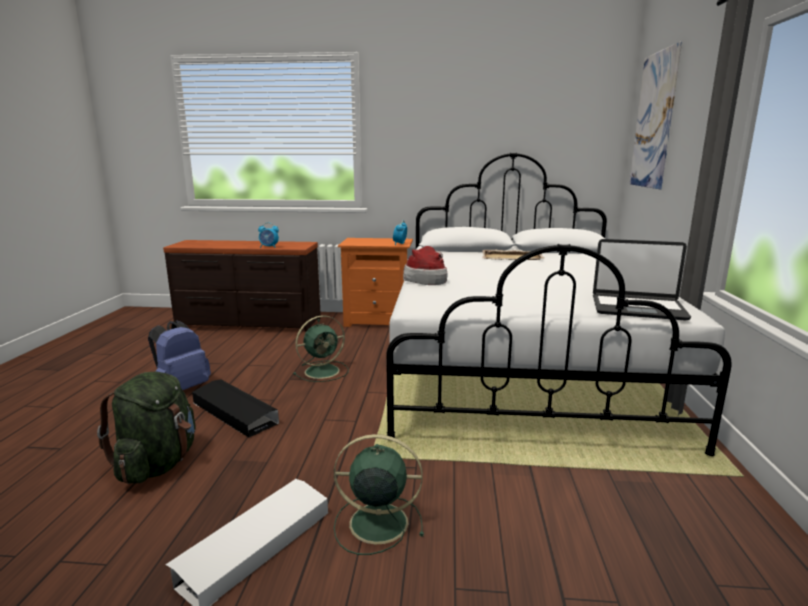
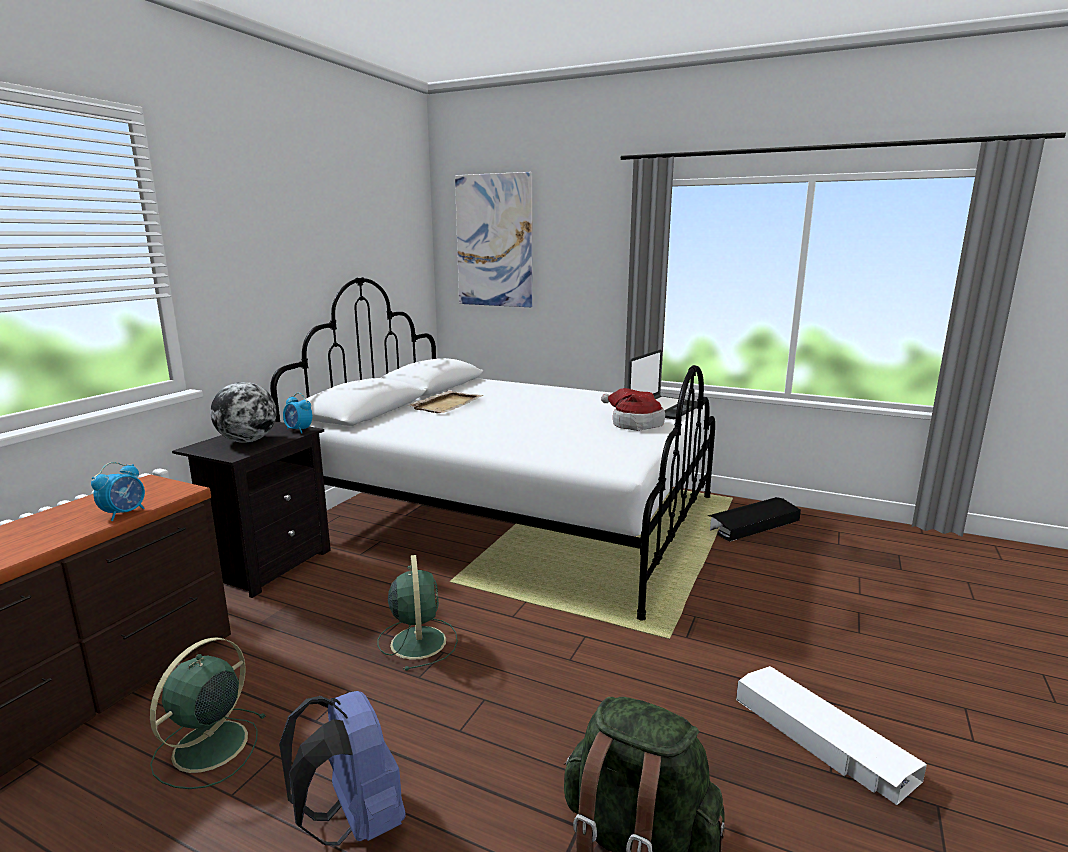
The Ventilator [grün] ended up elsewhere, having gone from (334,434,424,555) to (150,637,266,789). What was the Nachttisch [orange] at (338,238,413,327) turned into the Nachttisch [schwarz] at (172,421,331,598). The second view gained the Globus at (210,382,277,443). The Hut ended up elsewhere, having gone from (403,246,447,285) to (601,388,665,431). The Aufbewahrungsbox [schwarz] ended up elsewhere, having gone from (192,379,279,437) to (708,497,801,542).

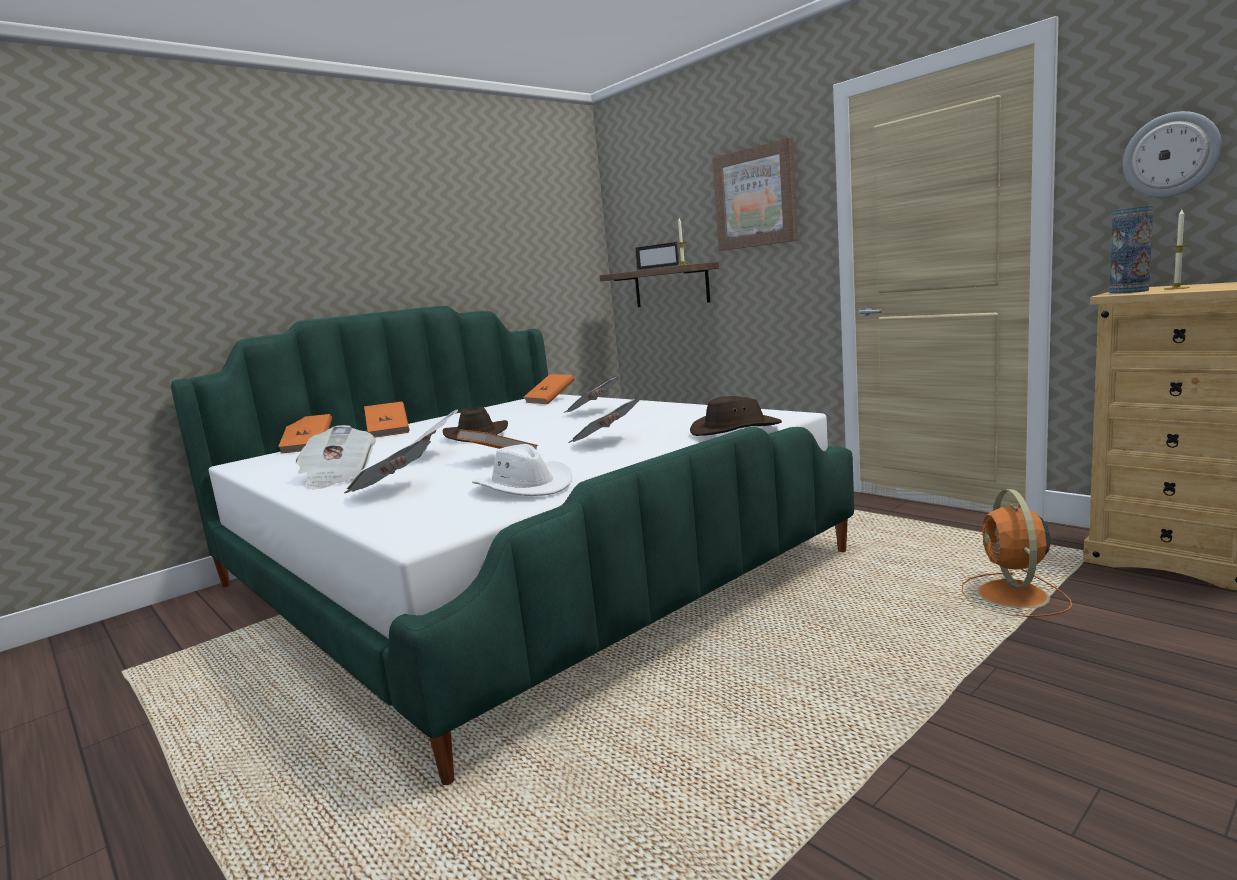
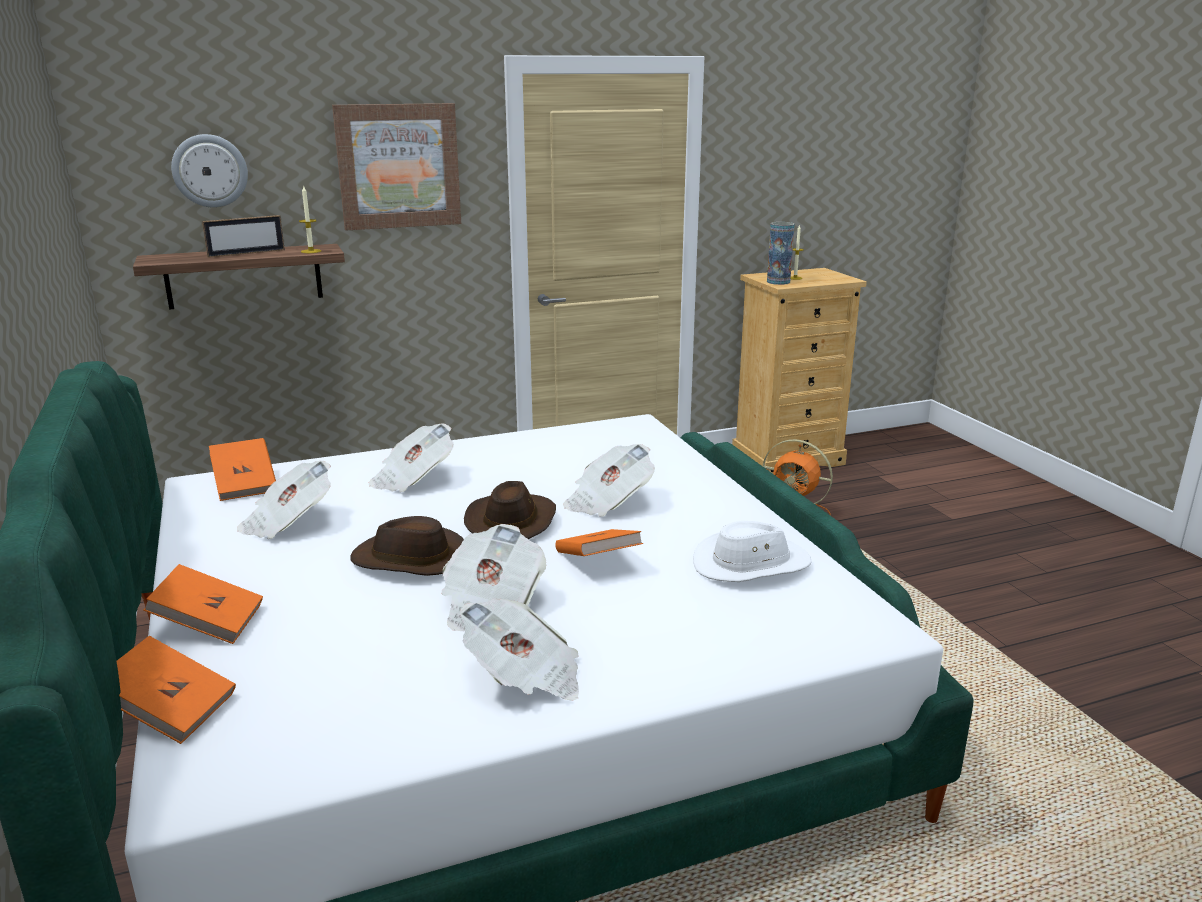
The Wanduhr ended up elsewhere, having gone from (1123,111,1222,197) to (171,134,248,208). The Zeitung ended up elsewhere, having gone from (344,440,431,493) to (237,461,331,539). The Hut [braun] ended up elsewhere, having gone from (690,396,782,436) to (464,481,556,539).

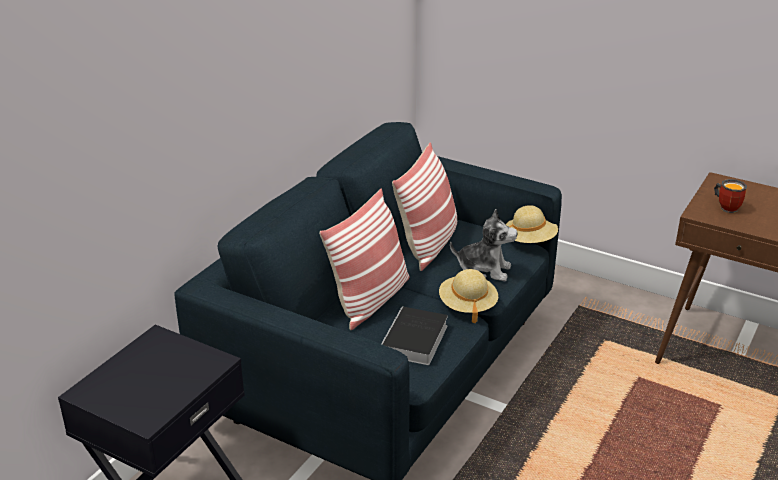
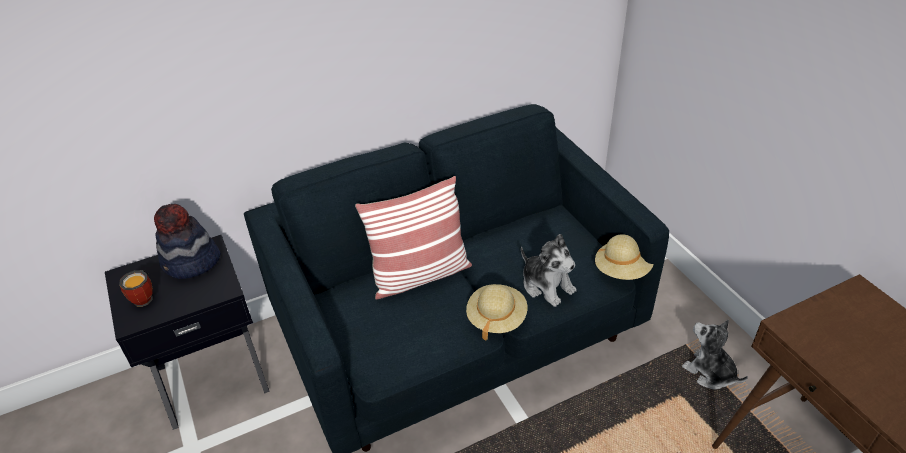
The Henkelbecher ended up elsewhere, having gone from (714,179,747,213) to (119,270,153,307). The second view gained the Hut at (154,204,221,279). The second view gained the Plüschtier at (682,320,748,390). The second view lost the Buch at (381,306,448,365). The second view lost the Kissen at (392,142,457,271).

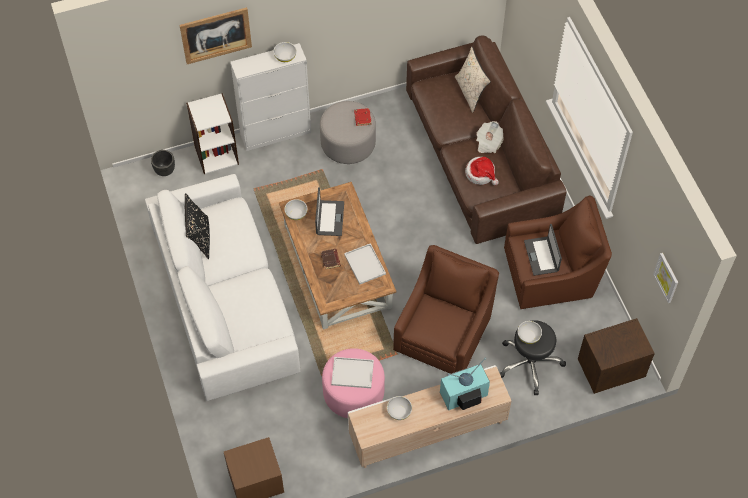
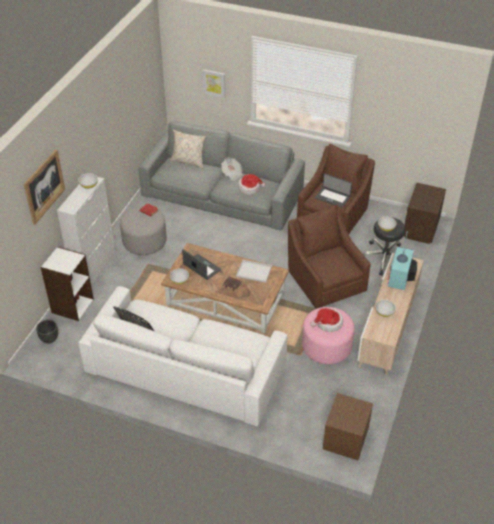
What was the Sofa [braun] at (406,35,566,244) turned into the Sofa [grau] at (138,121,305,230). The Bild ended up elsewhere, having gone from (653,253,678,303) to (202,69,225,98). Where the Tablett [weiß] stood at (331,357,374,388), the Hut came to stand at (310,308,343,332).

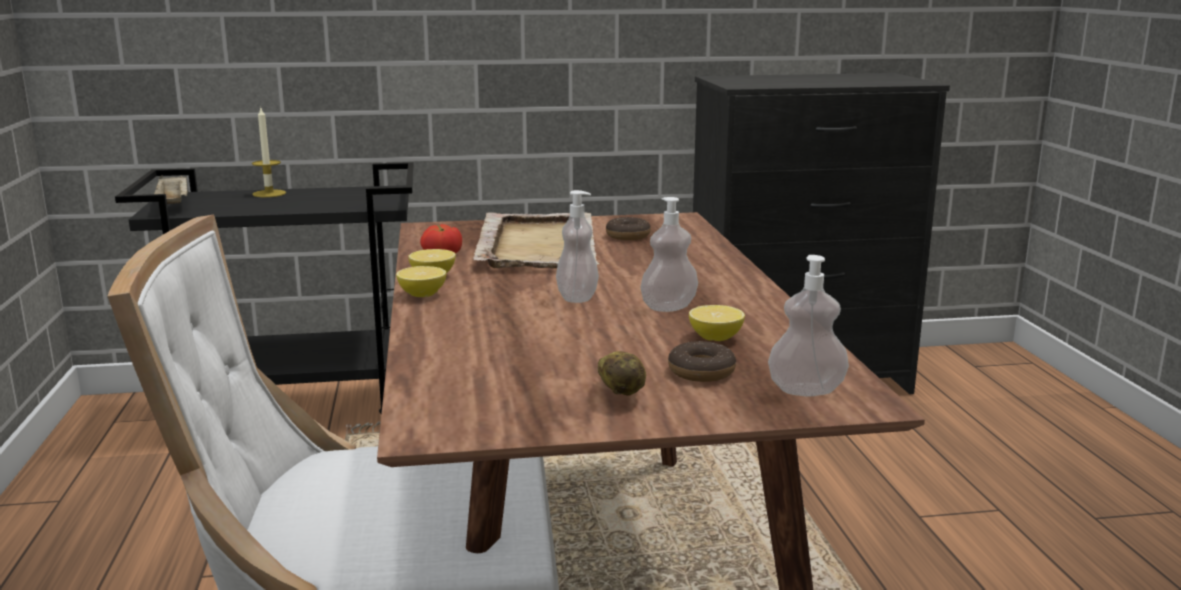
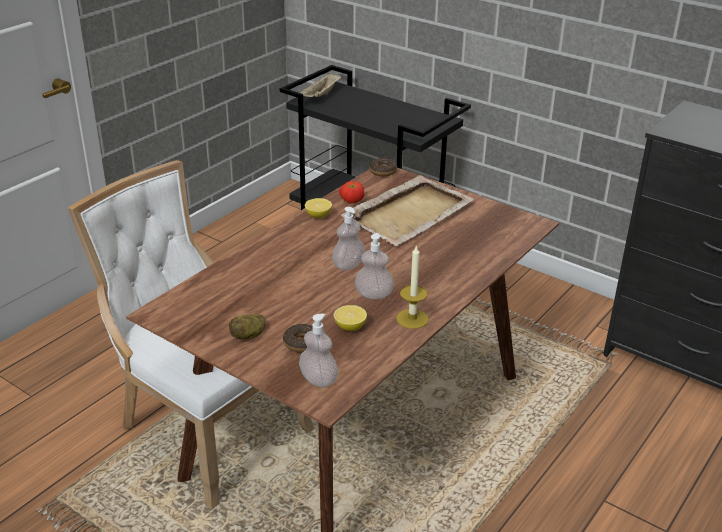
The Donut ended up elsewhere, having gone from (606,217,651,240) to (369,158,397,176). The Kerze ended up elsewhere, having gone from (252,108,286,197) to (396,245,429,329). The second view lost the Zitrone at (396,266,446,297).

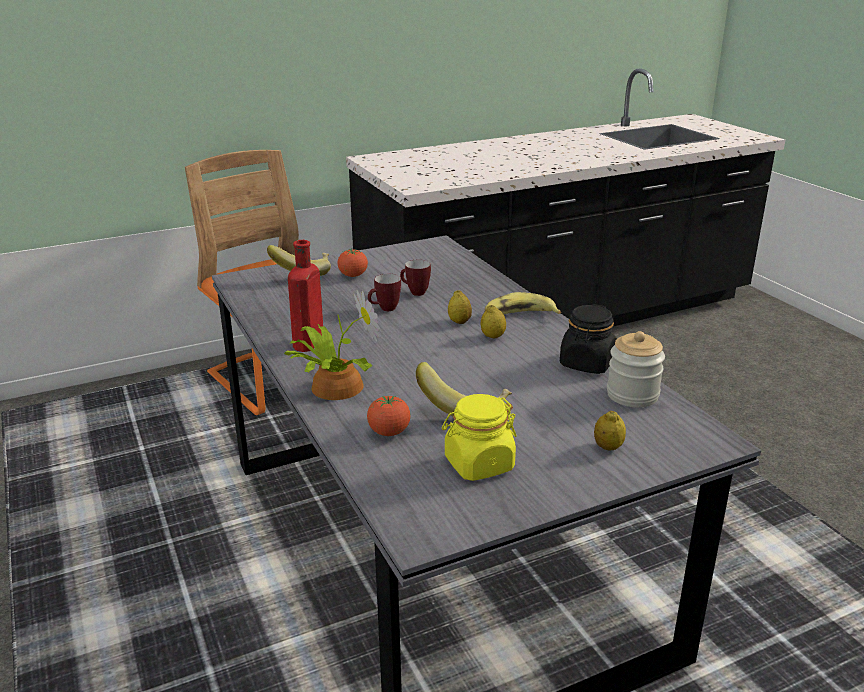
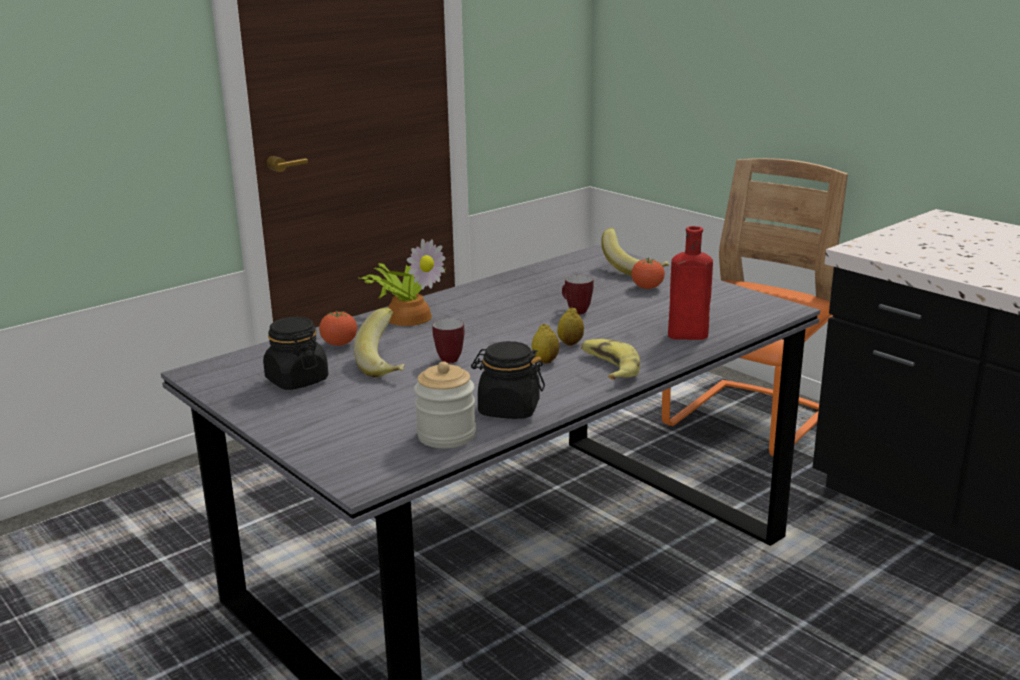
What was the Vorratsglas [gelb] at (442,394,517,481) turned into the Vorratsglas [schwarz] at (263,317,328,390). The Henkelbecher ended up elsewhere, having gone from (400,260,431,296) to (432,319,465,363). The Flasche [rot] ended up elsewhere, having gone from (288,240,323,352) to (668,226,713,340). The second view lost the Zitrone at (594,411,626,450).

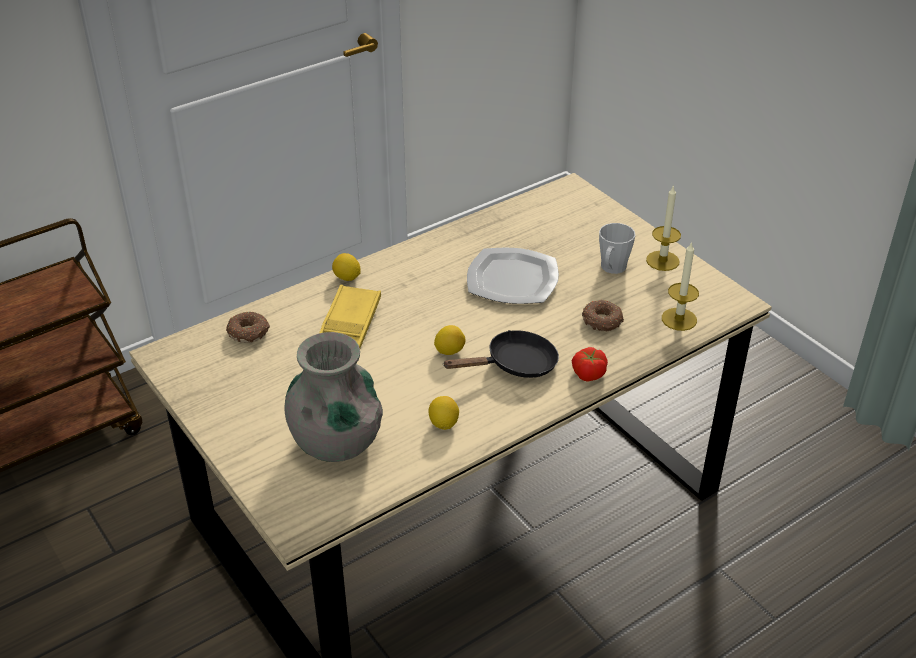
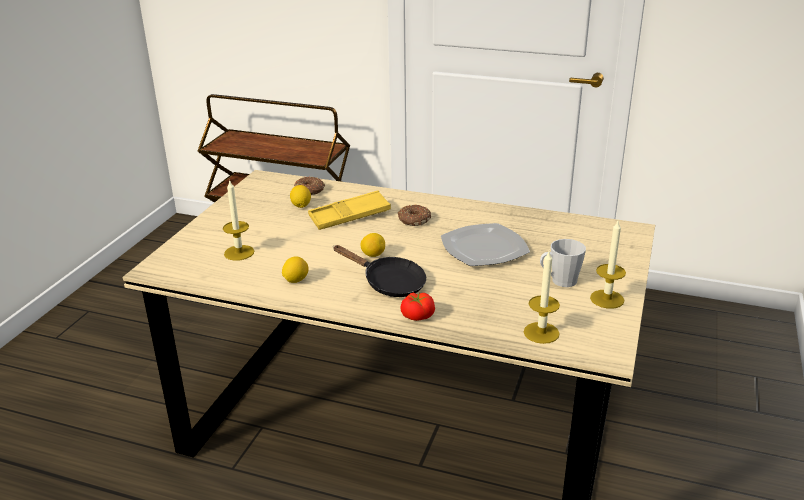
Where the Vase [grau] stood at (284,332,383,462), the Kerze came to stand at (223,179,254,261). The Zitrone ended up elsewhere, having gone from (332,253,361,281) to (290,185,311,208). The Donut ended up elsewhere, having gone from (582,300,624,331) to (398,204,431,226).

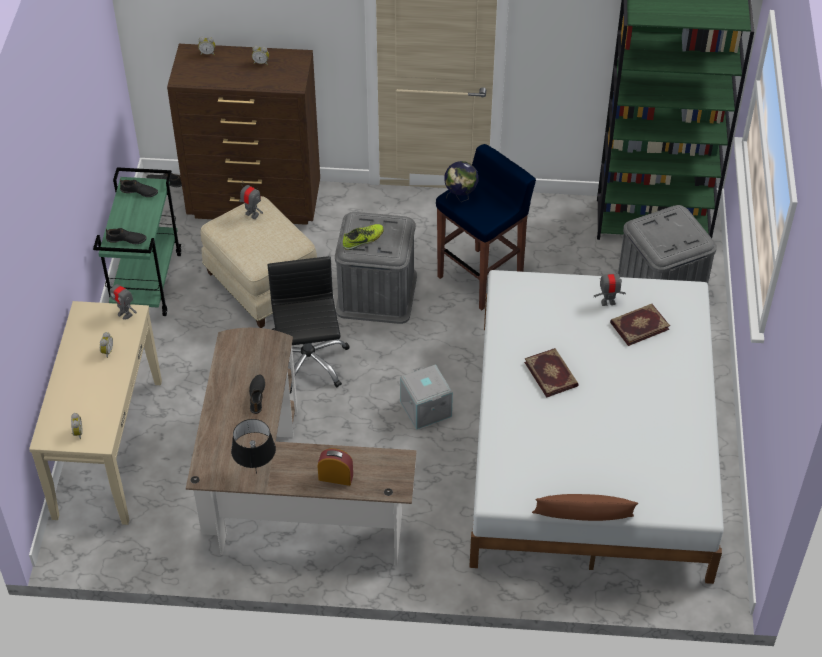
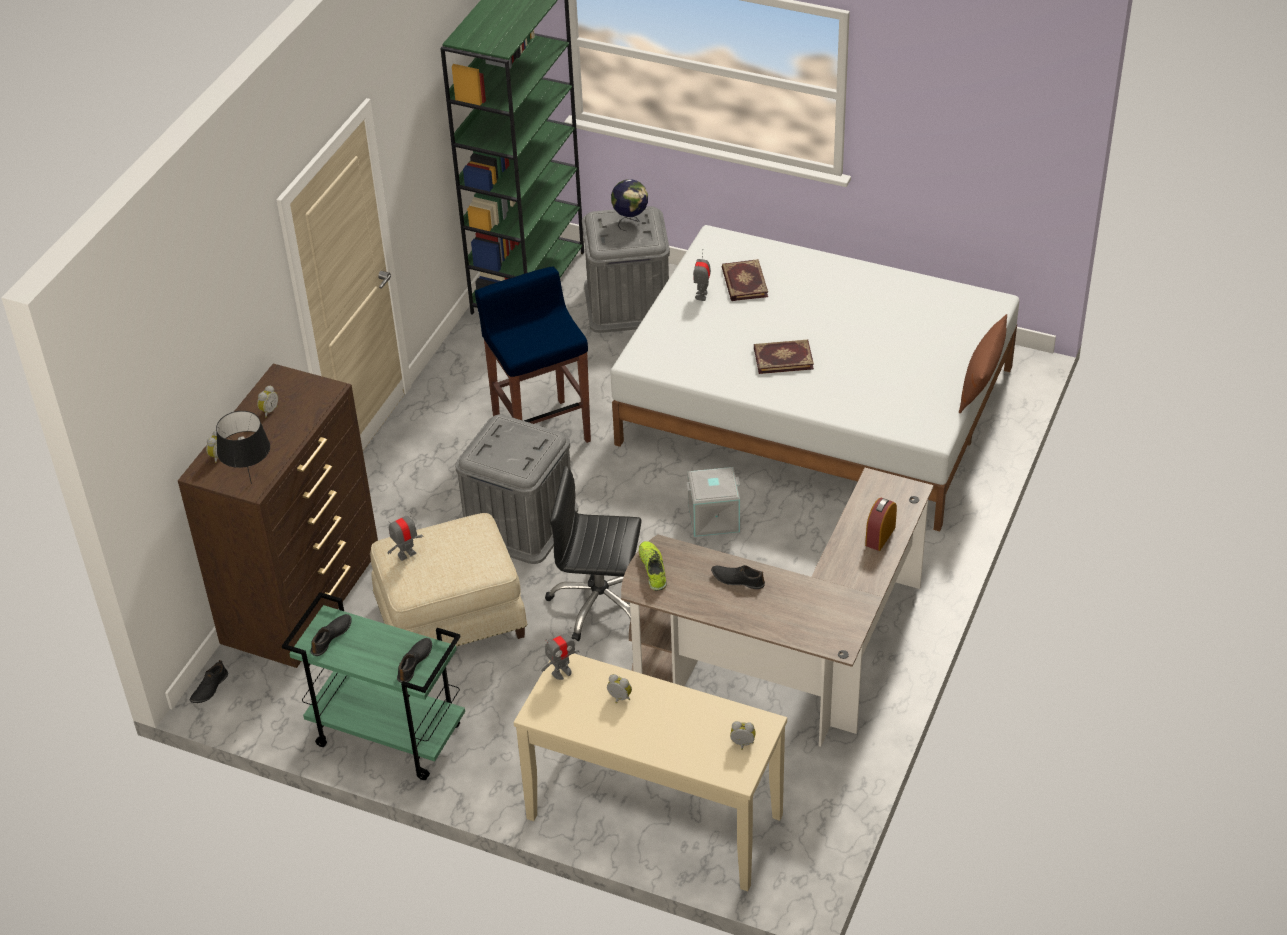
The Tischlampe [schwarz] ended up elsewhere, having gone from (231,419,276,474) to (216,411,270,484). The Globus ended up elsewhere, having gone from (444,161,478,202) to (611,179,648,231). The Schuh ended up elsewhere, having gone from (343,224,384,250) to (639,541,667,591).

